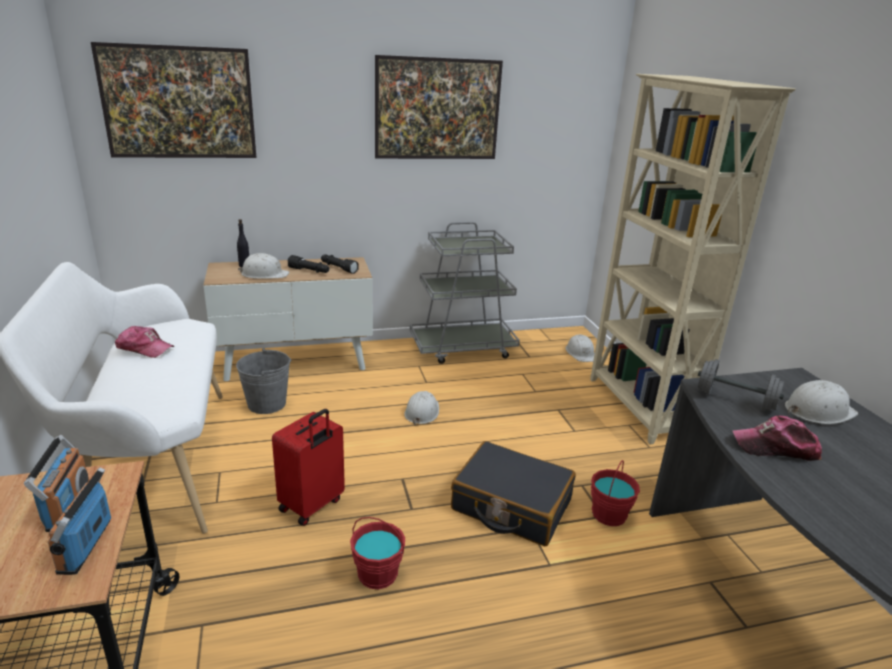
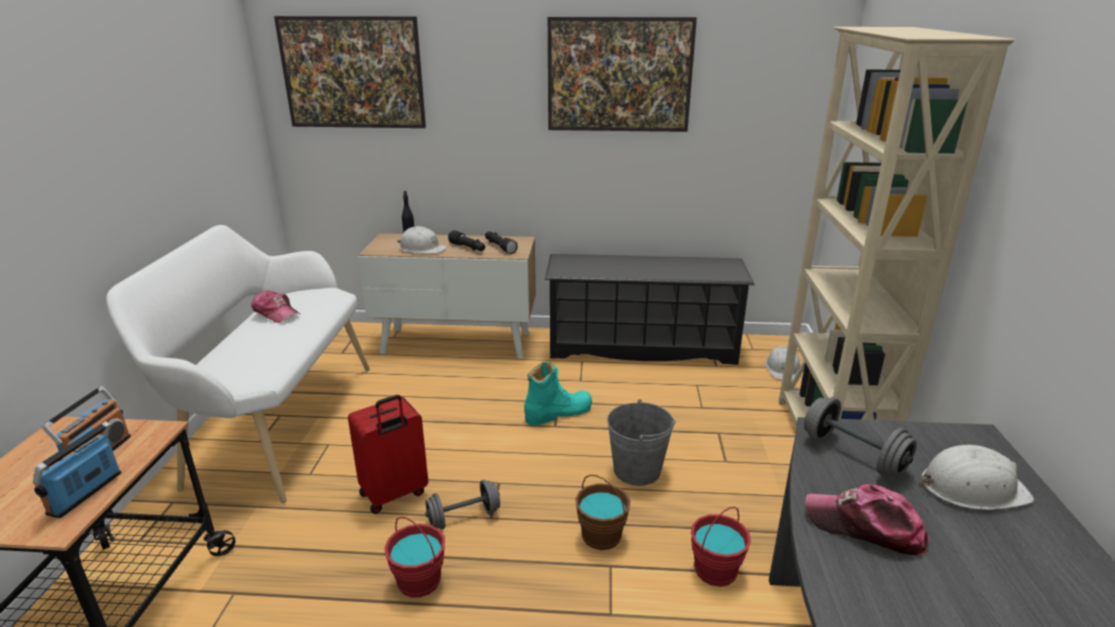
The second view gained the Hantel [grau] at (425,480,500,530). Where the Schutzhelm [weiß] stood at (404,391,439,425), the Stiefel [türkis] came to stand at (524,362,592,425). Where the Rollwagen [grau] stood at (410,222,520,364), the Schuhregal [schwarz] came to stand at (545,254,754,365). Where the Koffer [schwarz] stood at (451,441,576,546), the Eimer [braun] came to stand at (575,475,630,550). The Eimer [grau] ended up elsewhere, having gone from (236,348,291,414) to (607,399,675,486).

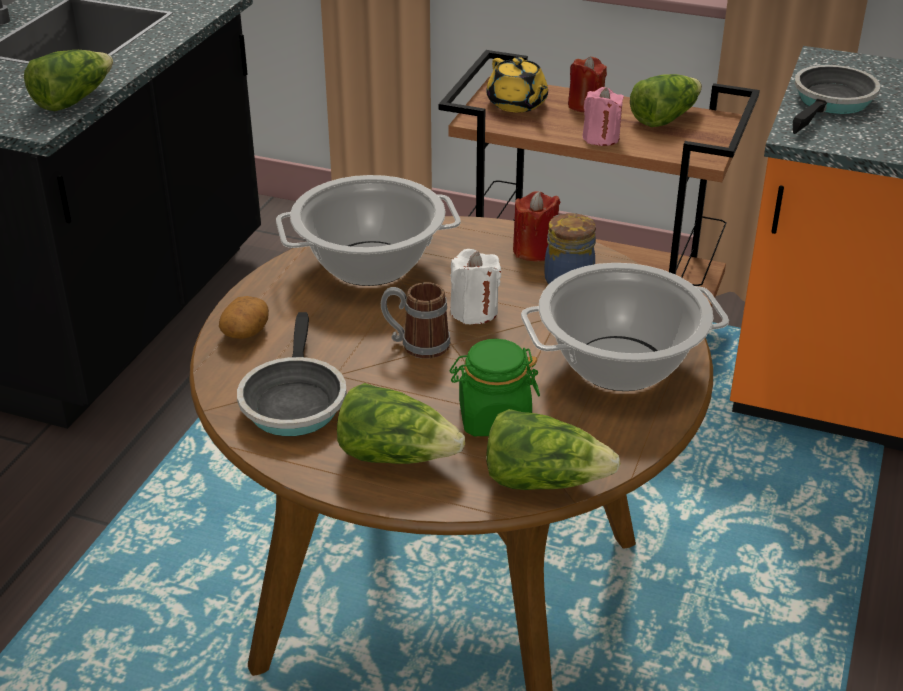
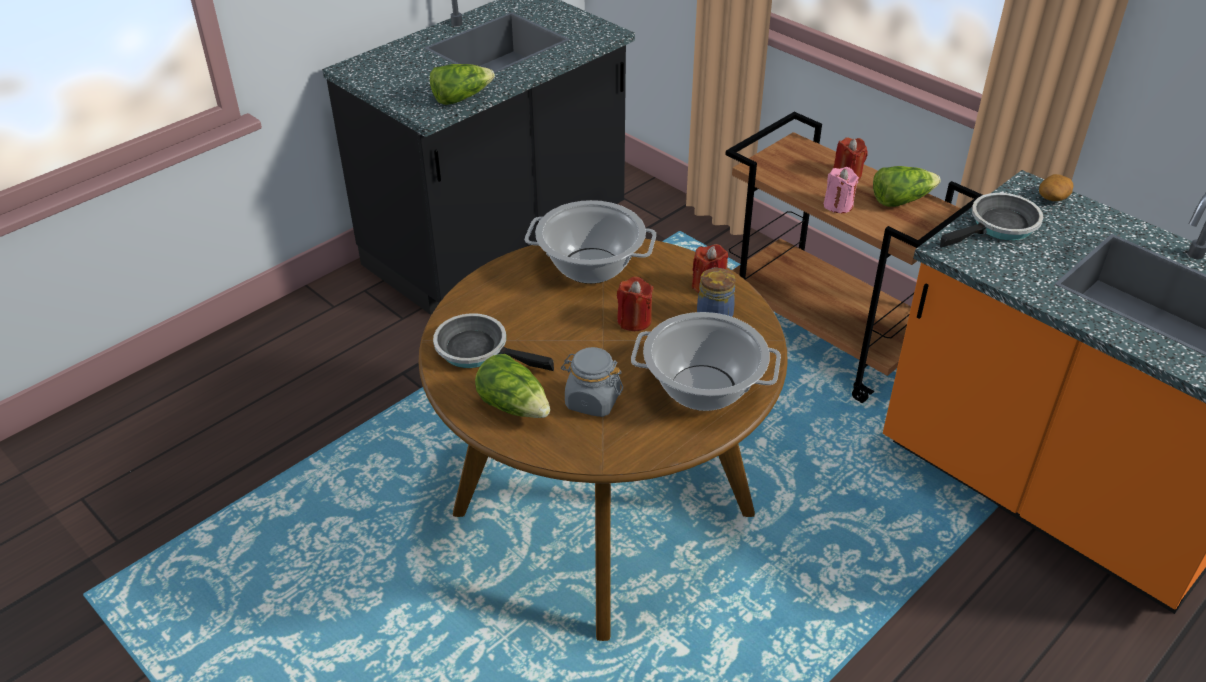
The Pfanne at (237,312,347,436) ended up facing another way, 90 degrees clockwise from before. What was the Vorratsglas [grün] at (449,339,540,436) turned into the Vorratsglas [grau] at (561,347,623,417). What was the Kerze [weiß] at (450,249,501,324) turned into the Kerze [rot] at (617,276,654,331). The Kartoffel ended up elsewhere, having gone from (219,296,269,339) to (1039,174,1074,201). The second view lost the Henkelbecher at (381,282,450,359). The second view lost the Teekanne [gelb] at (486,57,548,112). The second view lost the Salatkopf at (486,409,621,490).

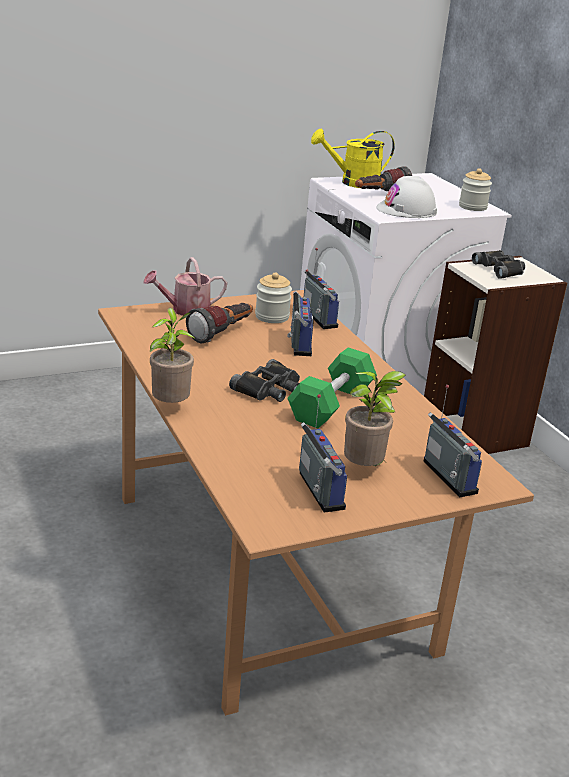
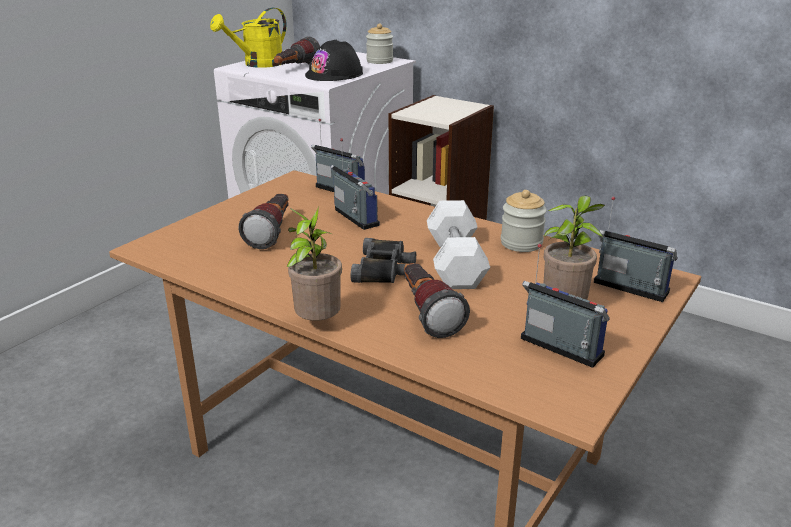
What was the Schutzhelm [weiß] at (376,176,437,218) turned into the Schutzhelm [schwarz] at (305,40,363,81). The second view gained the Taschenlampe at (404,263,470,338). What was the Hantel [grün] at (288,347,377,428) turned into the Hantel [weiß] at (427,200,490,289). The Vorratsglas ended up elsewhere, having gone from (255,272,292,323) to (501,190,547,252). The second view lost the Gießkanne at (144,257,227,316). The second view lost the Fernglas [schwarz] at (472,250,525,279).

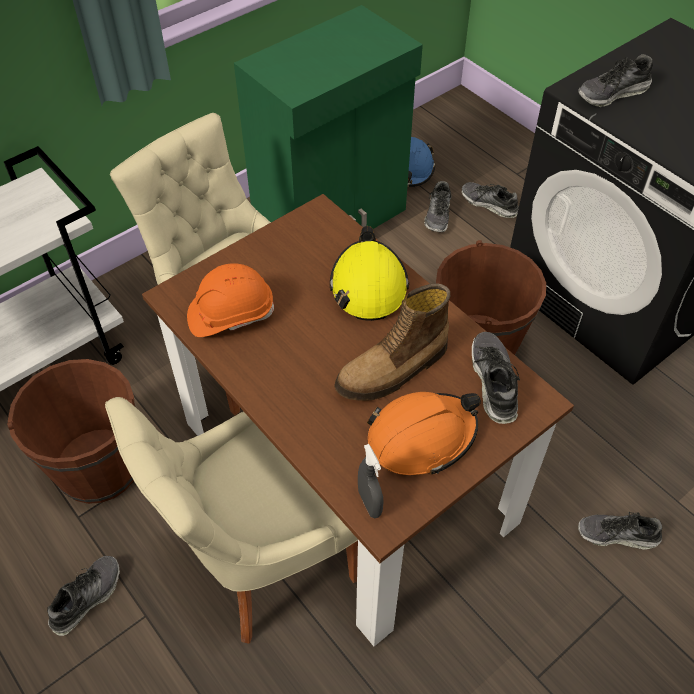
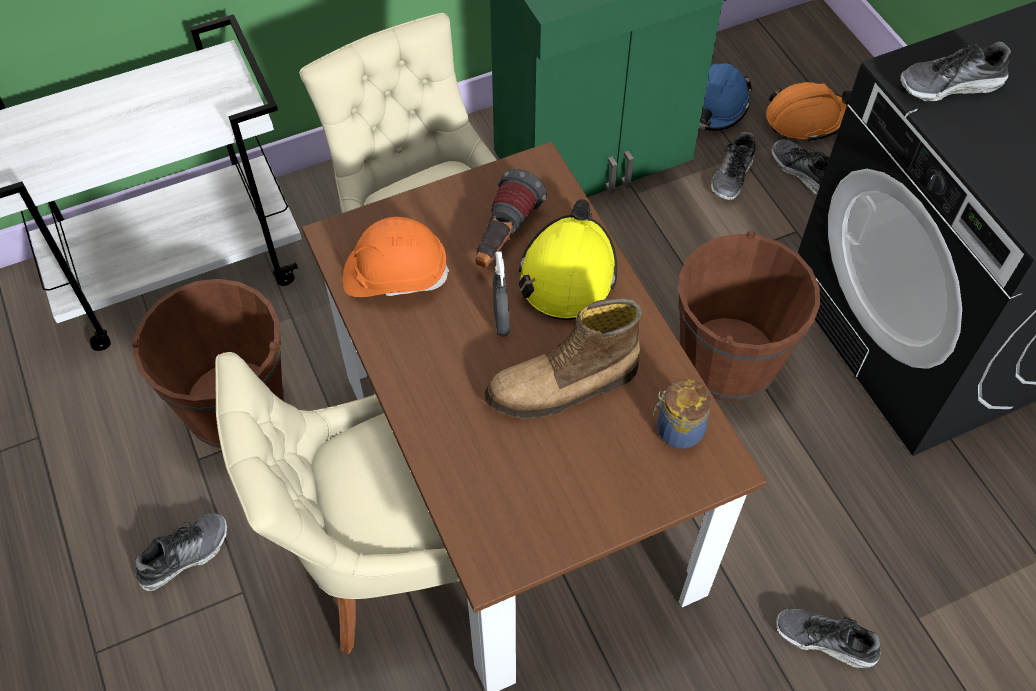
The second view gained the Taschenlampe at (475,169,547,268). The Sprühflasche [grau] ended up elsewhere, having gone from (358,444,384,518) to (493,251,510,337). Where the Schuh stood at (472,332,520,424), the Vorratsglas came to stand at (653,379,711,449). The Schutzhelm [orange] ended up elsewhere, having gone from (367,392,481,475) to (766,82,852,142).

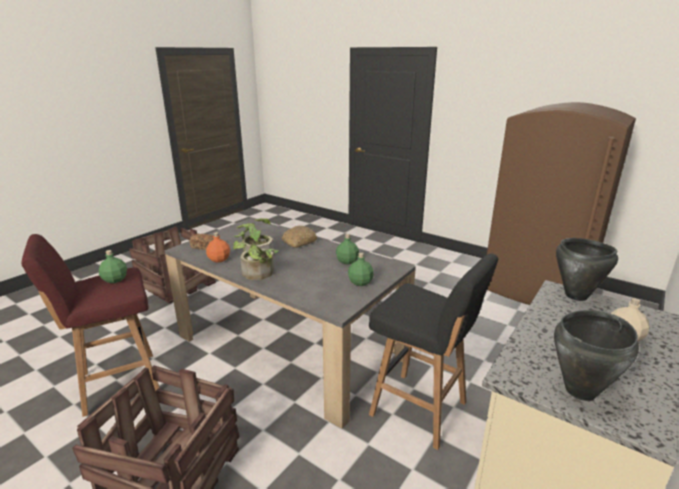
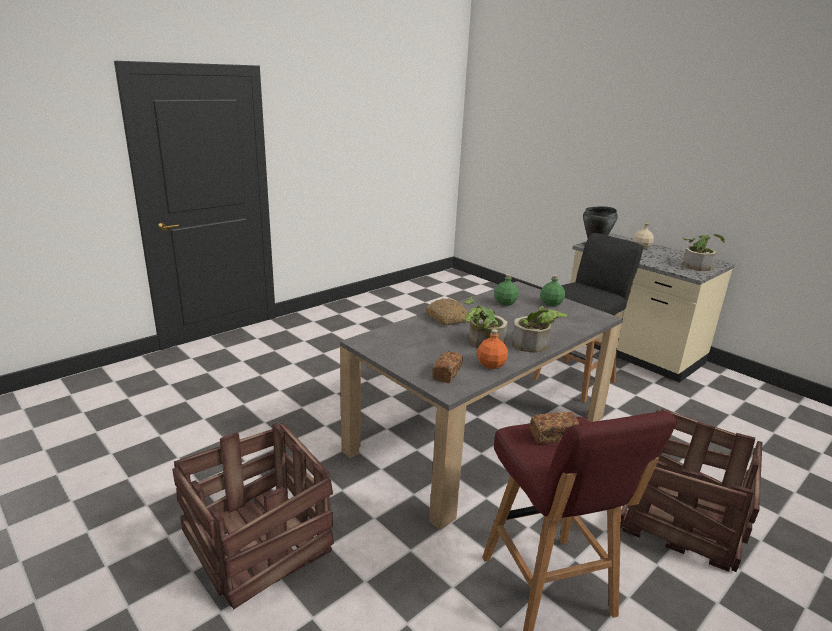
Where the Flasche [grün] stood at (99,250,127,283), the Brot came to stand at (530,412,579,444). Where the Kochtopf [schwarz] stood at (554,310,639,401), the Topfpflanze came to stand at (683,234,725,271). The second view lost the Kühlschrank [braun] at (487,102,636,305).

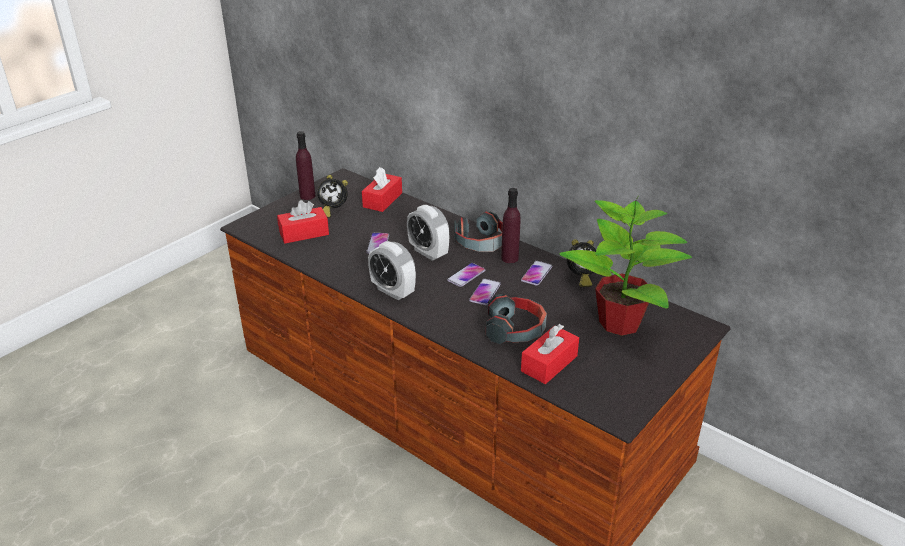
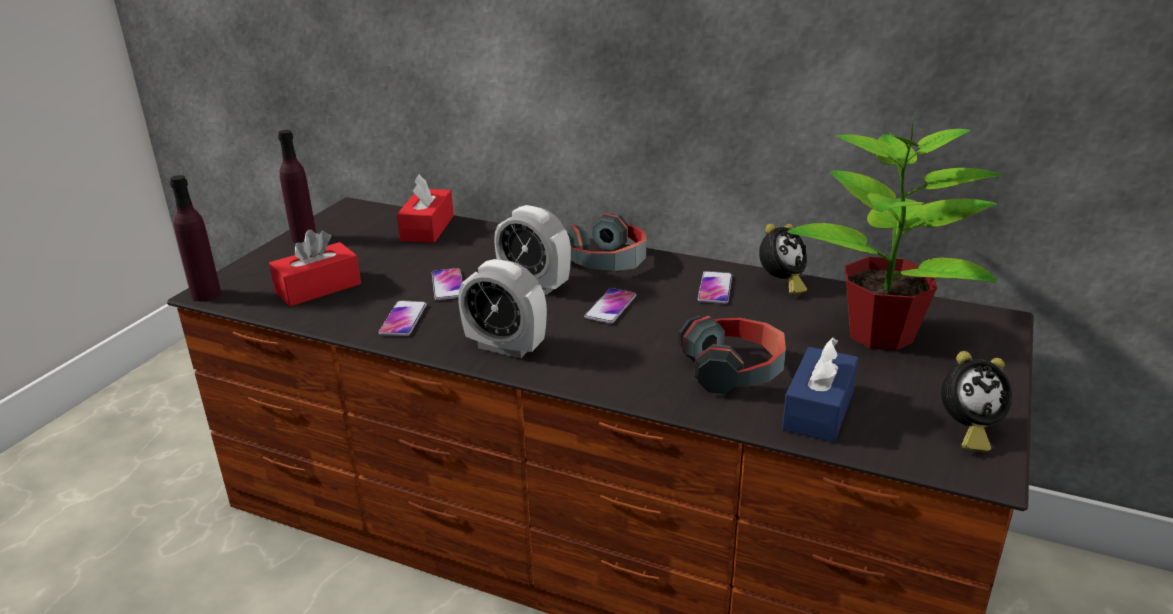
The Flasche [lila] ended up elsewhere, having gone from (501,188,521,263) to (170,175,221,302). The Handy ended up elsewhere, having gone from (469,279,501,305) to (379,301,427,336). What was the Taschentuchbox [rot] at (521,324,579,384) turned into the Taschentuchbox [blau] at (782,337,858,442). The Wecker ended up elsewhere, having gone from (317,175,348,218) to (941,351,1012,452).

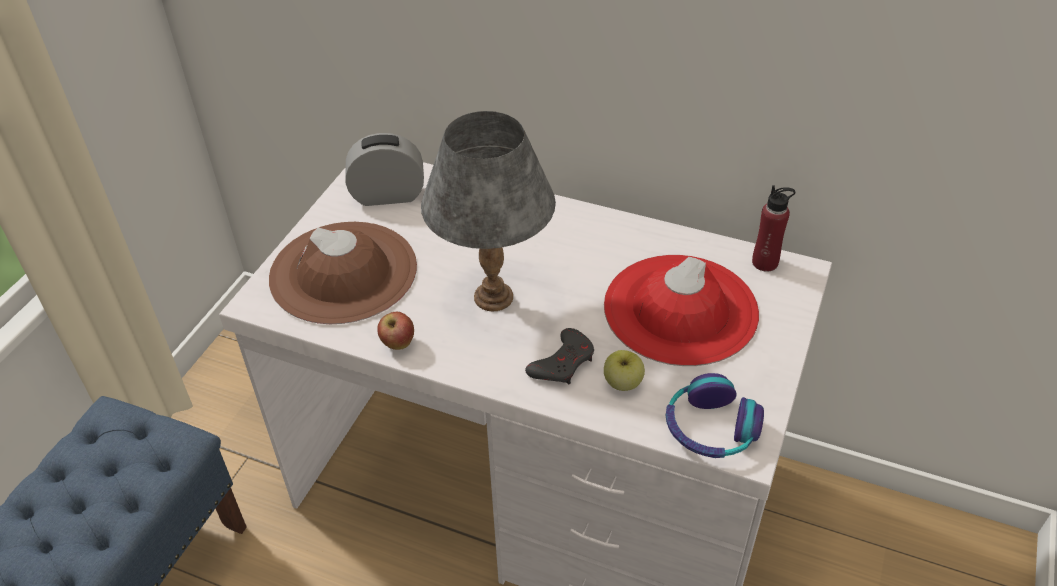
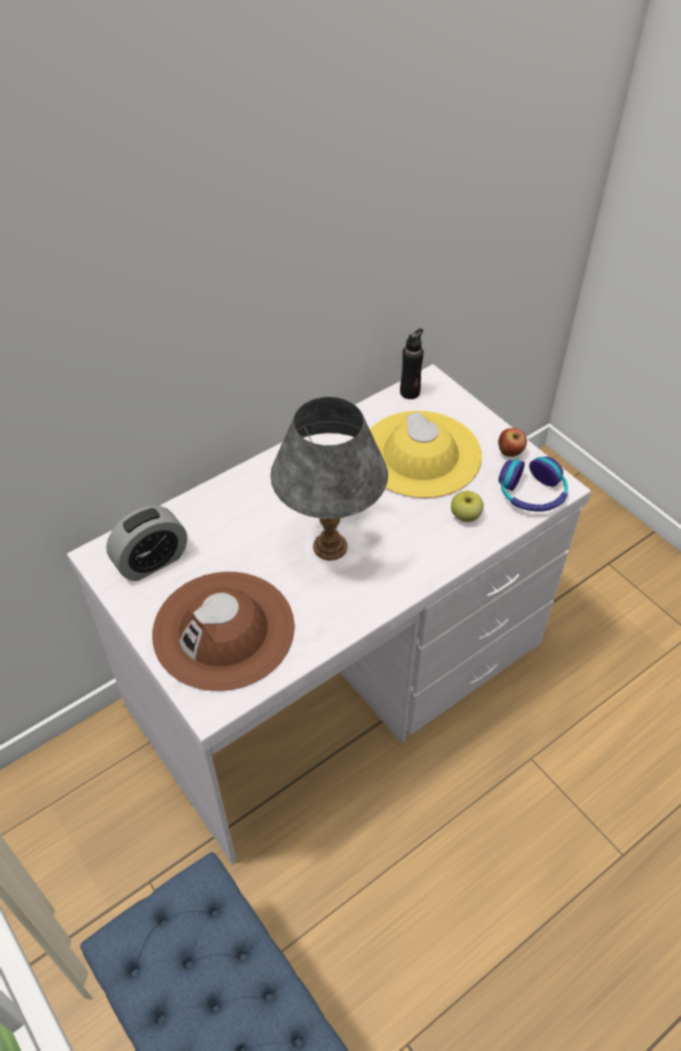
The Wecker at (345,133,424,206) ended up facing another way, 150 degrees counterclockwise from before. What was the Hut [rot] at (604,255,759,366) turned into the Hut [gelb] at (370,411,482,498). What was the Flasche [rot] at (752,185,795,272) turned into the Flasche [schwarz] at (400,329,424,399). The Apfel ended up elsewhere, having gone from (377,312,414,350) to (498,428,527,457). The second view lost the Gamepad [grau] at (525,328,594,384).

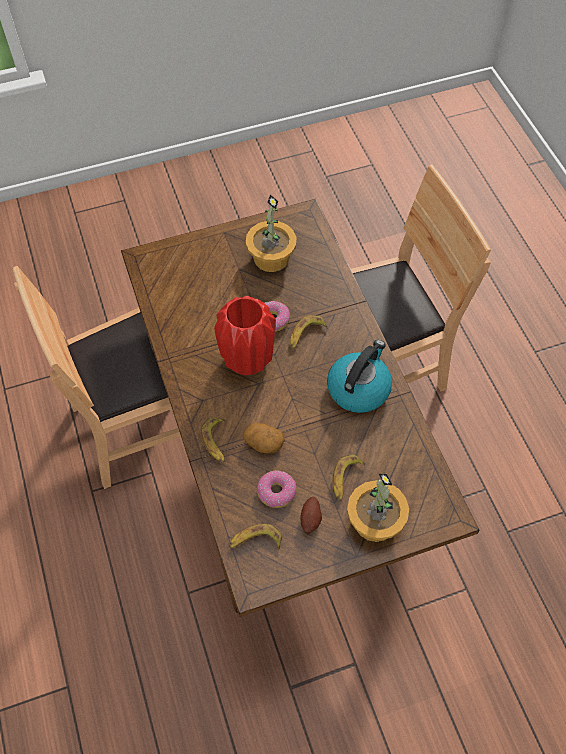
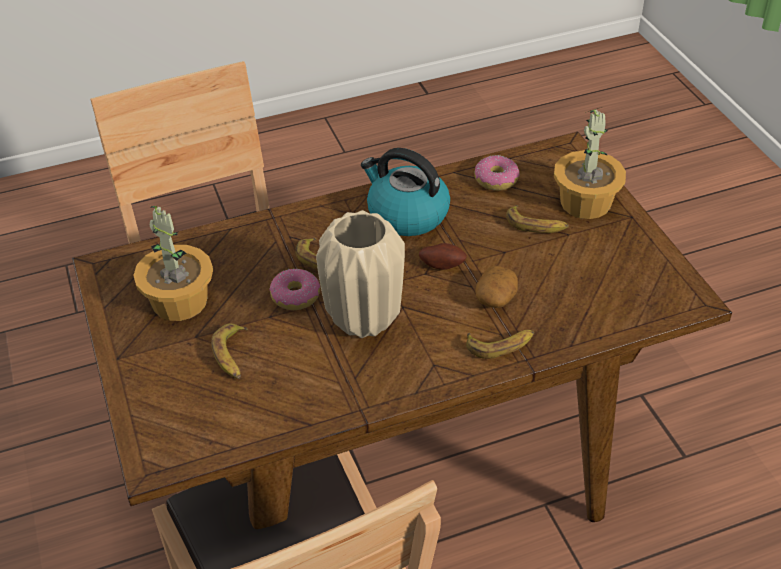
The Banane ended up elsewhere, having gone from (229,523,282,550) to (211,323,248,379). What was the Vase [rot] at (214,296,276,375) turned into the Vase [beige] at (316,210,405,338). The Kartoffel ended up elsewhere, having gone from (300,497,322,533) to (419,243,467,270). The Donut ended up elsewhere, having gone from (256,470,297,508) to (474,155,520,191).

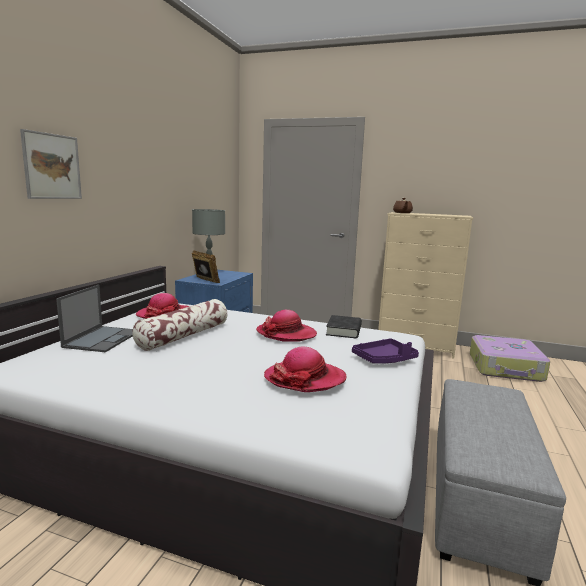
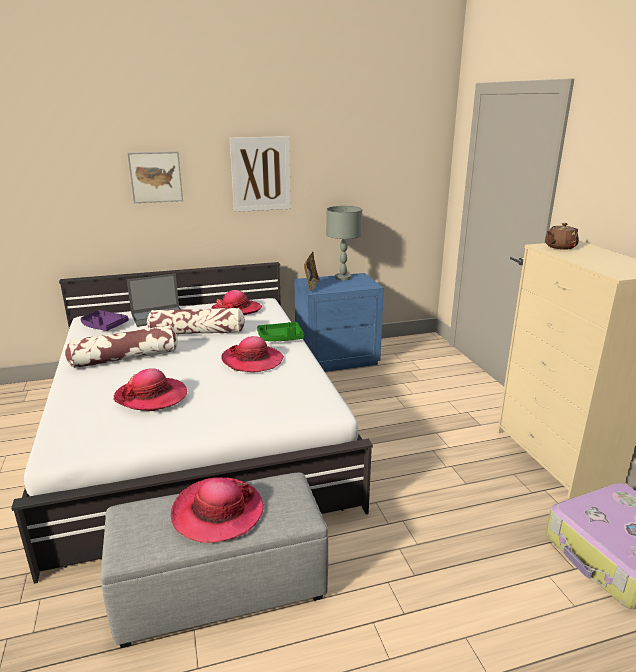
The second view gained the Kissen at (65,325,178,368). The Tablett [lila] ended up elsewhere, having gone from (352,338,419,364) to (81,310,129,331). The second view gained the Hut at (171,477,264,543). The second view gained the Bild at (230,136,291,212). The second view gained the Tablett [grün] at (257,322,304,341). The second view lost the Buch [schwarz] at (326,315,362,338).

